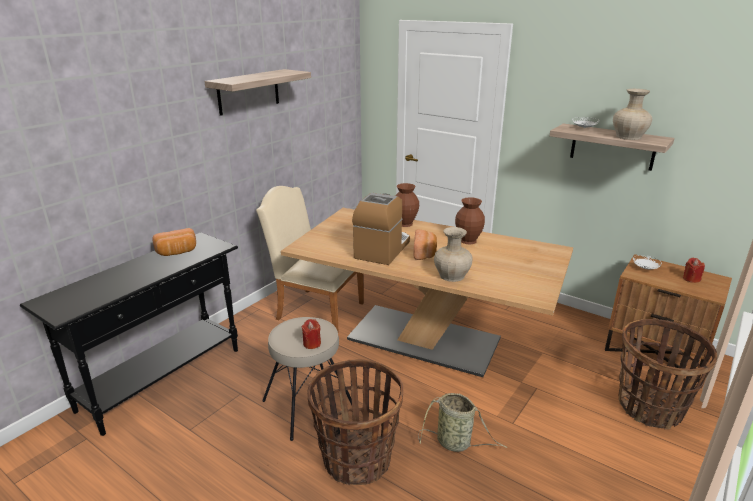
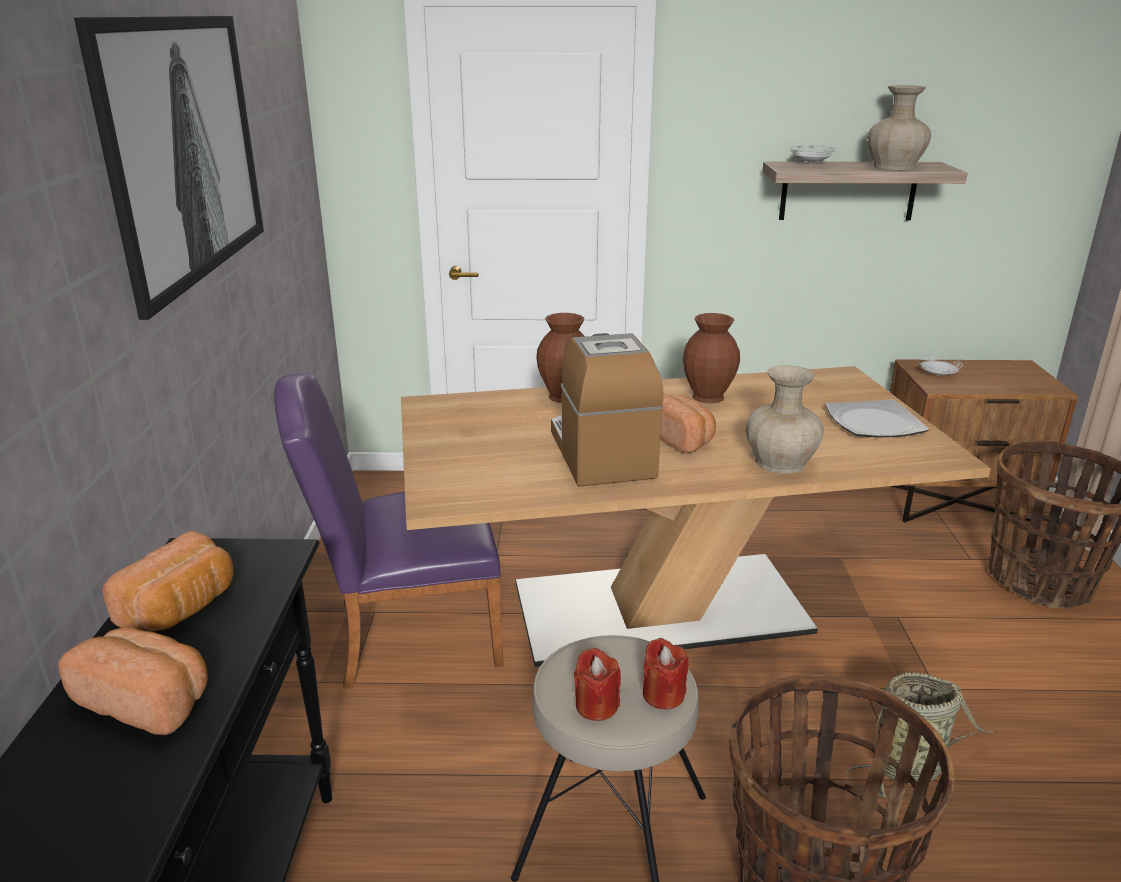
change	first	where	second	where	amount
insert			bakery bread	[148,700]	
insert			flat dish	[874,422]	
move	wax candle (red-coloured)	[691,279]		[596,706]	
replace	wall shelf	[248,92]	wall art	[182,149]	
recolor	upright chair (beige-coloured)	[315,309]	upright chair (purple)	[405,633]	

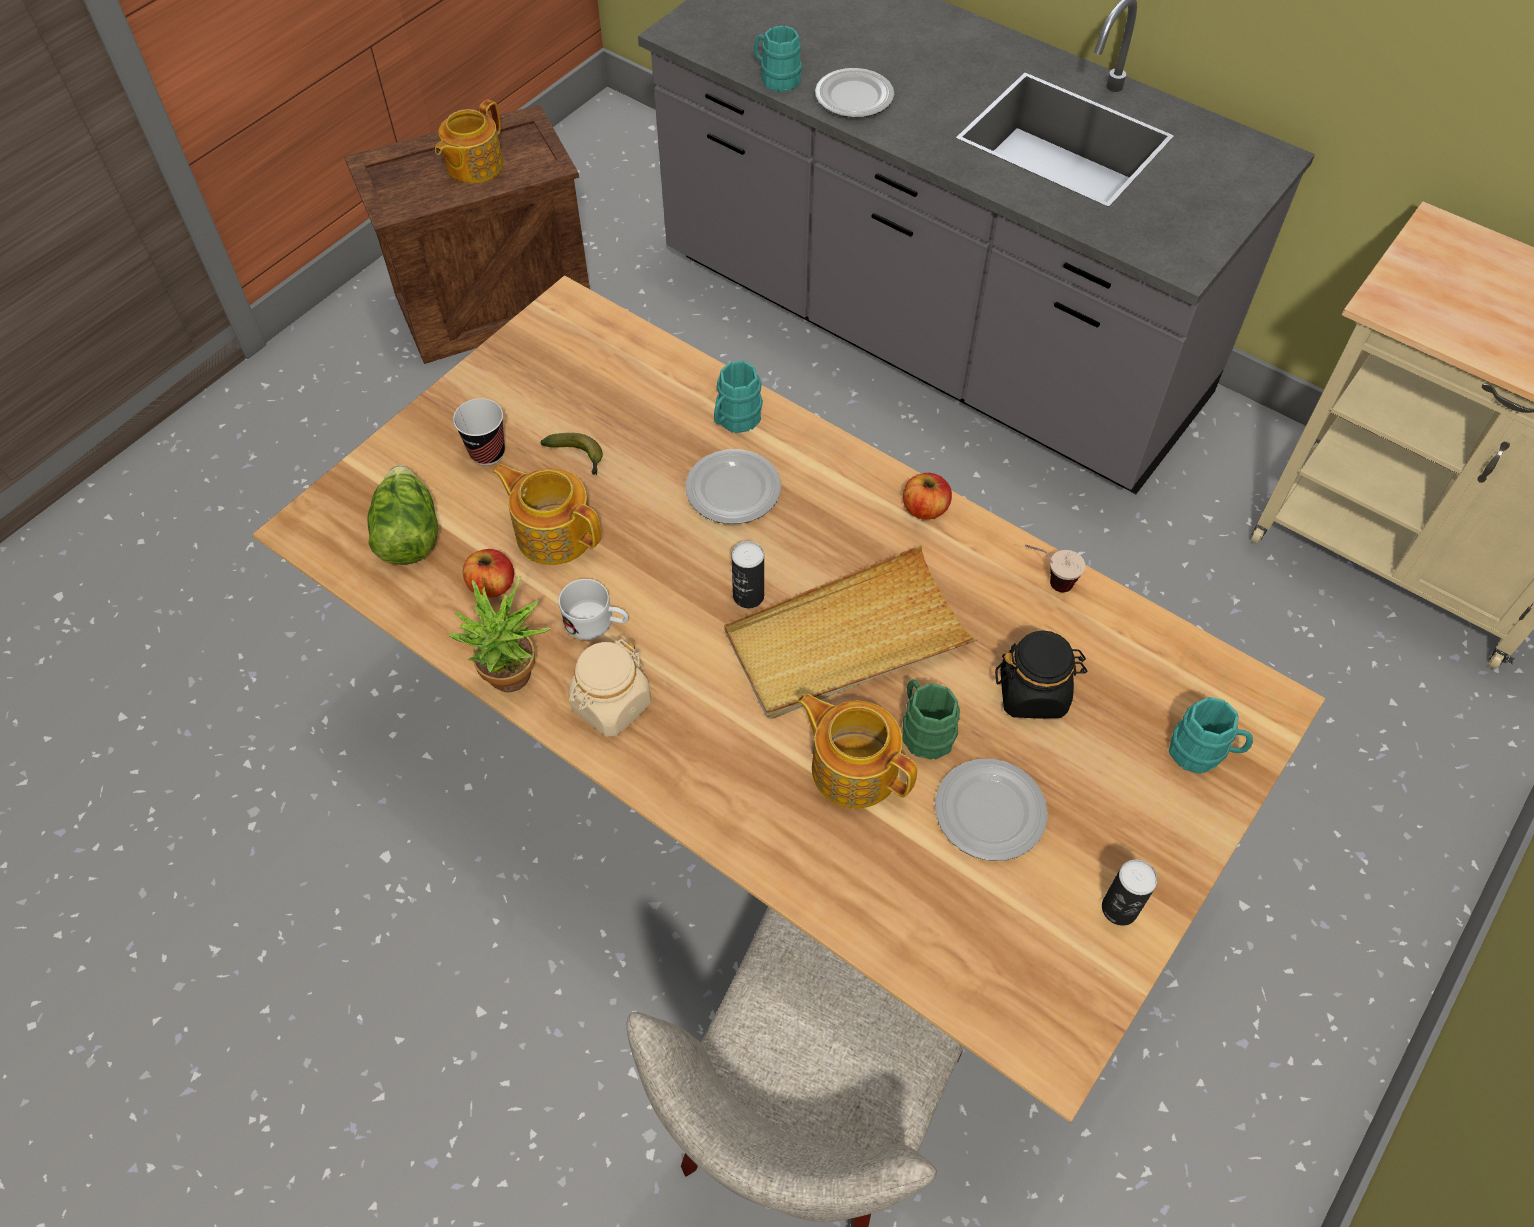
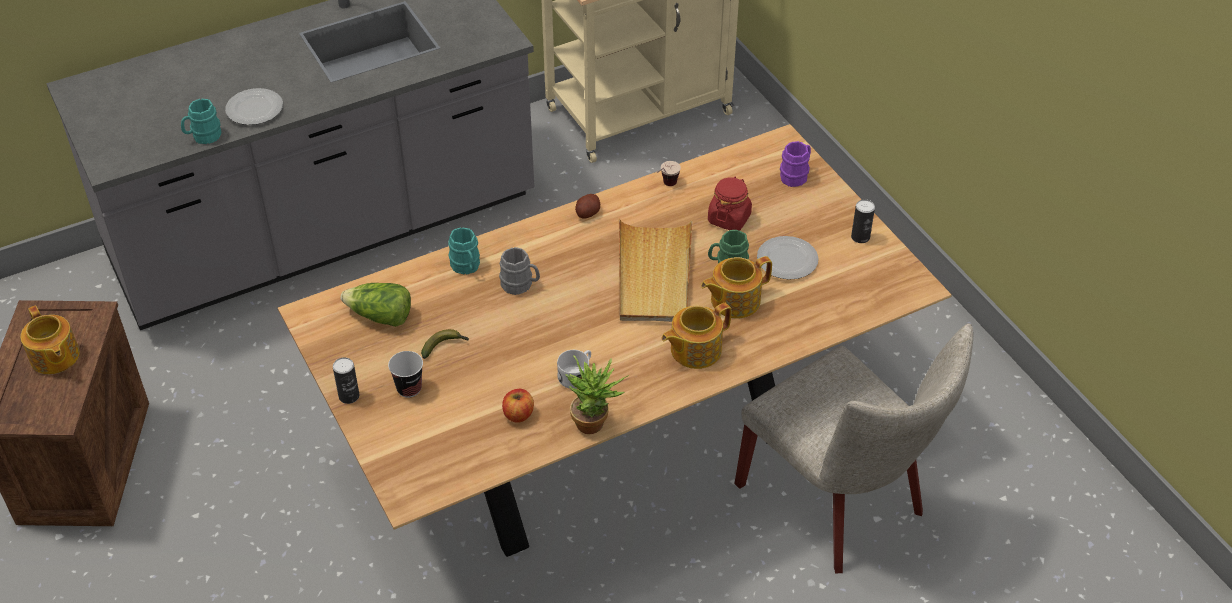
change	first	where	second	where	amount
delete	storage jar (beige-coloured)	[611,705]			
move	lettuce	[407,533]		[380,316]	
move	tea pot	[554,532]		[694,350]	
move	sealed can	[748,596]		[349,396]	
replace	flat dish	[734,491]	coffee mug (grey)	[520,285]	
replace	whole apple	[925,508]	spud	[587,213]	
recolor	storage jar (black-coloured)	[1033,693]	storage jar (red-coloured)	[729,218]	
recolor	coffee mug (blue-green)	[1203,753]	coffee mug (purple)	[796,175]	

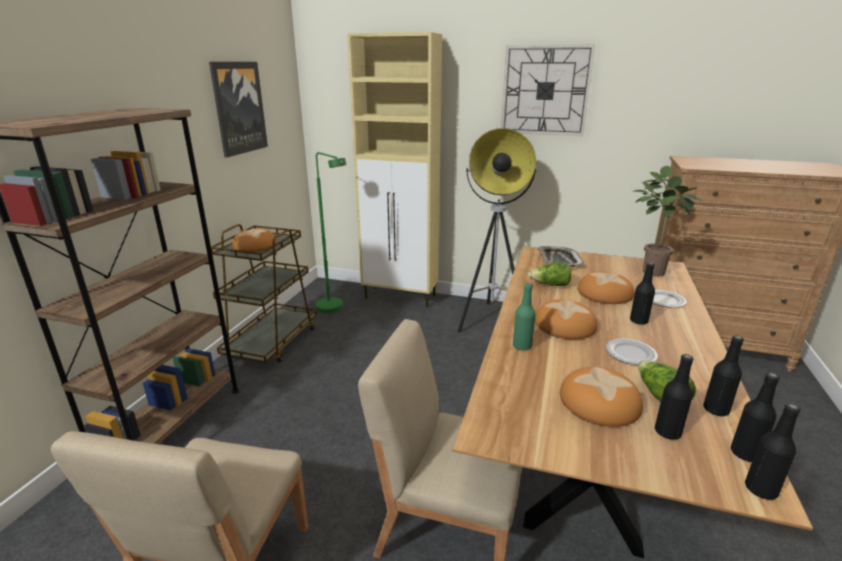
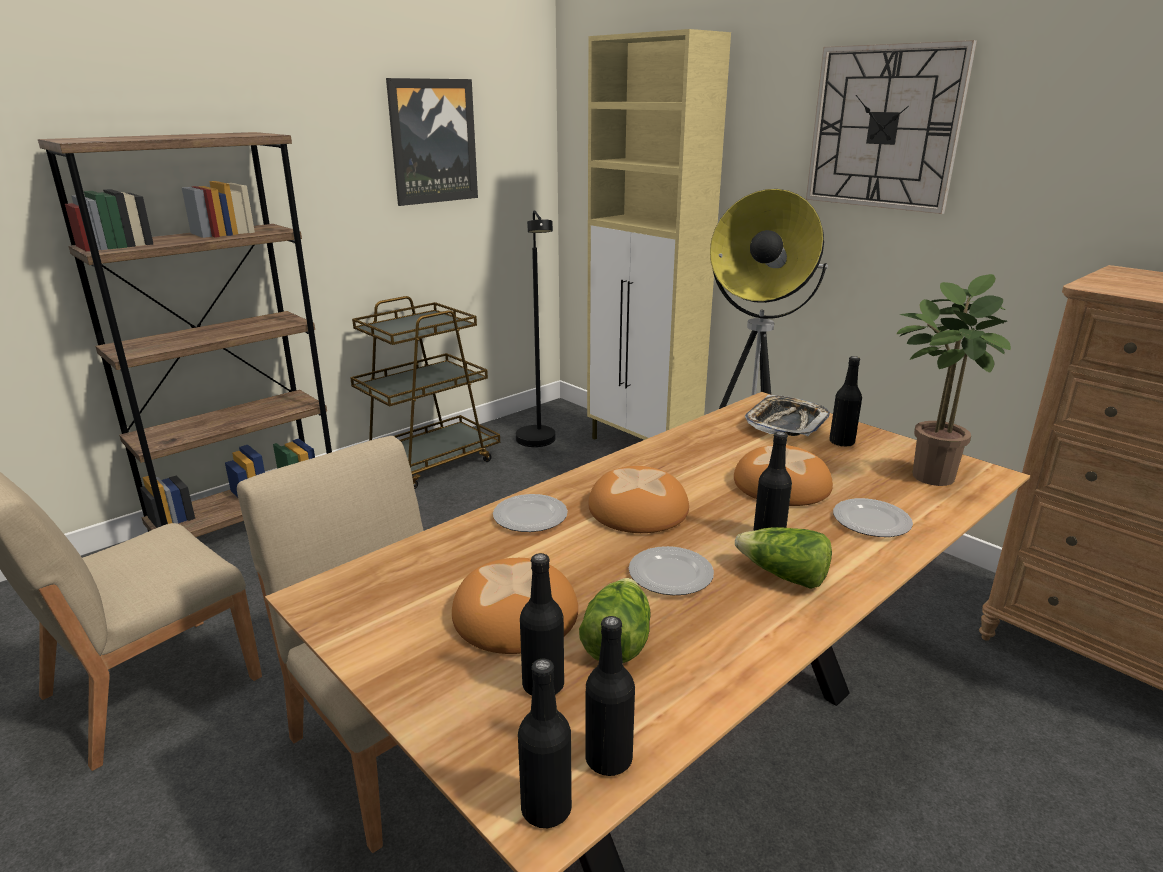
change	first	where	second	where	amount
delete	bakery bread	[254,245]			
move	lettuce	[550,285]		[783,576]	
move	bottle (black-coloured)	[715,410]		[841,442]	
replace	bottle (green-coloured)	[522,346]	flat dish	[531,517]	
recolor	standing lamp (green-coloured)	[334,310]	standing lamp (black-coloured)	[538,443]	

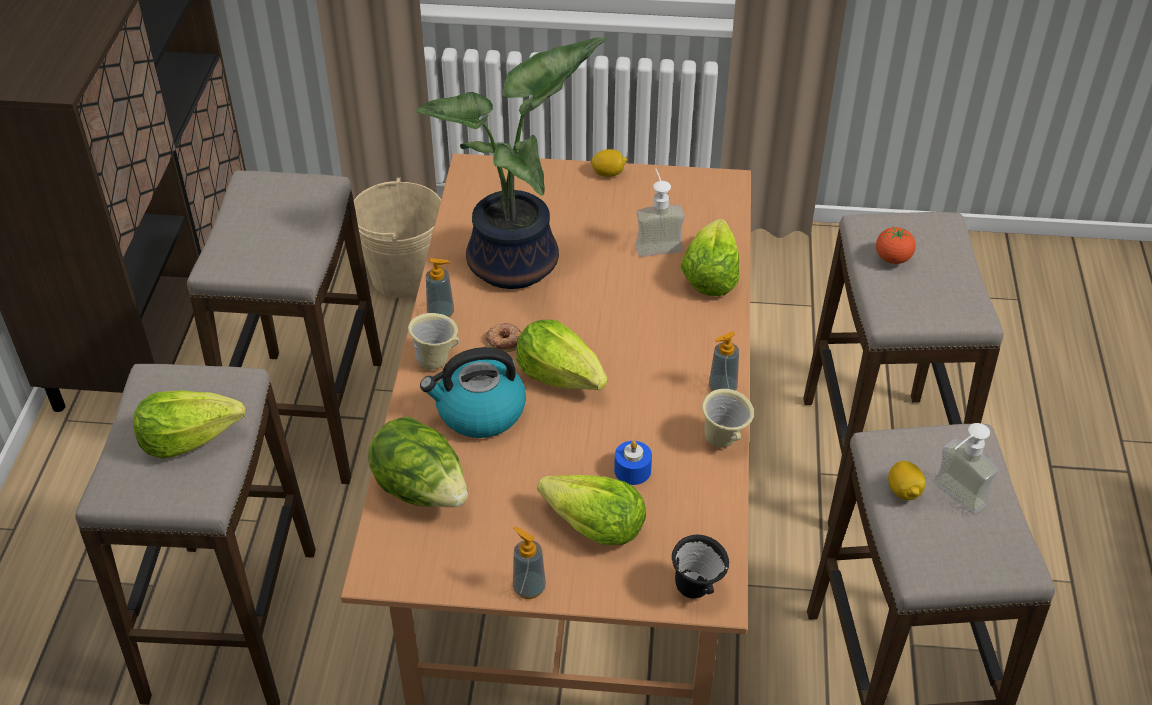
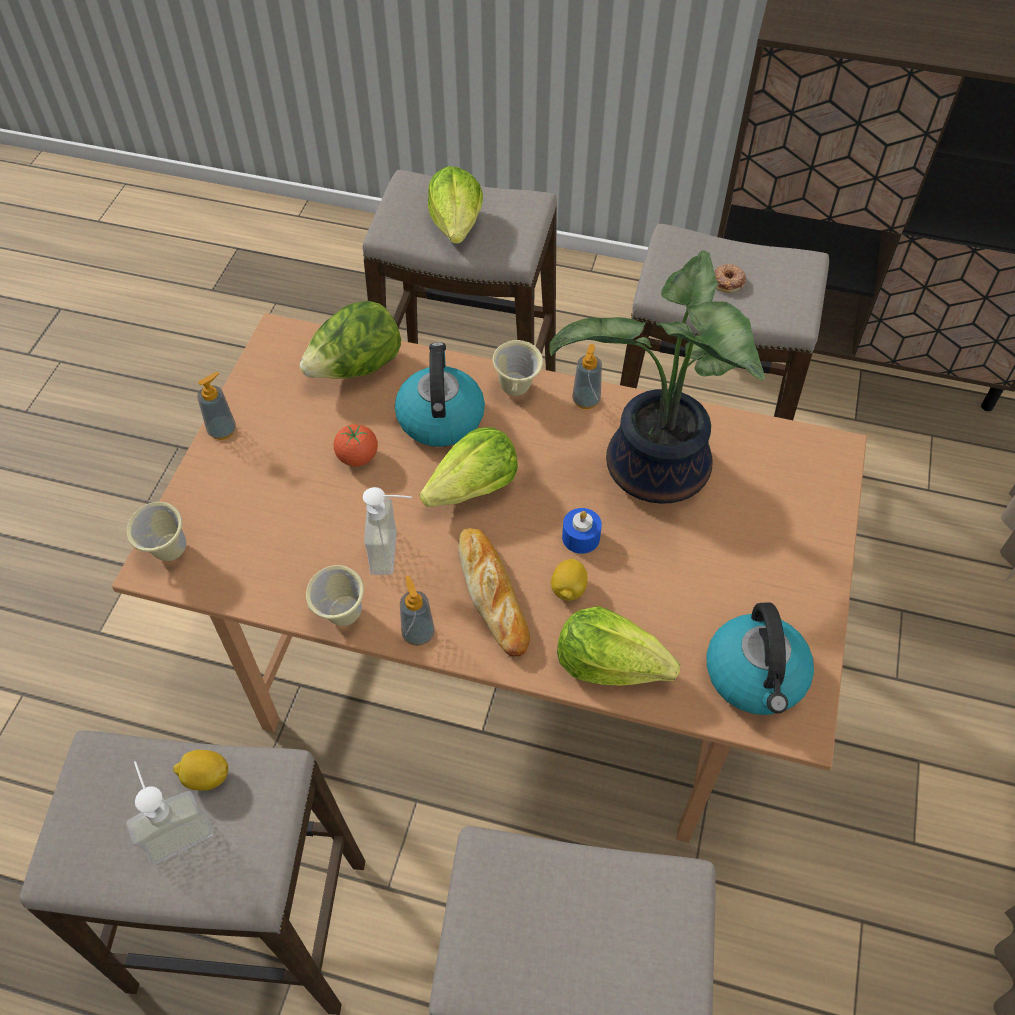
change	first	where	second	where	amount
delete	water bucket (beige-coloured)	[404,275]			
delete	lettuce	[593,527]			
insert			bakery bread	[493,594]	
insert			kettle	[756,676]	
move	ring doughnut	[504,340]		[728,281]	
move	citrus fruit	[608,173]		[568,589]	
move	wax candle (bluish)	[632,470]		[581,537]	
move	liquid soap bottle	[656,243]		[395,552]	
move	whole tomato	[892,259]		[358,457]	
recolor	coffee mug (black-coloured)	[697,590]	coffee mug (beige-coloured)	[167,554]	

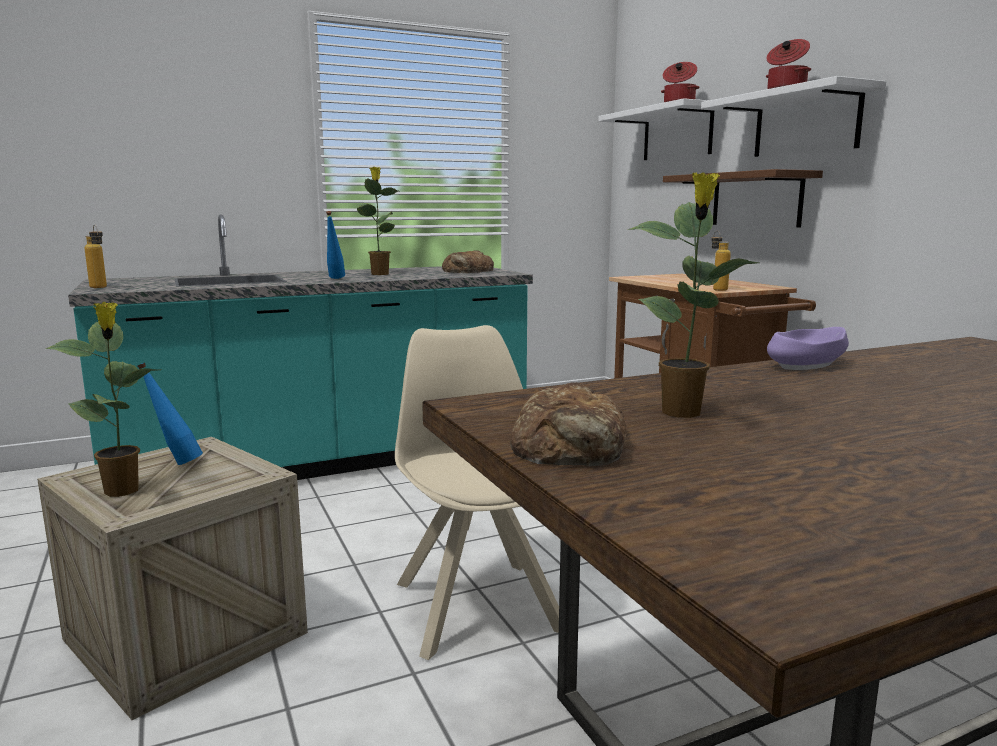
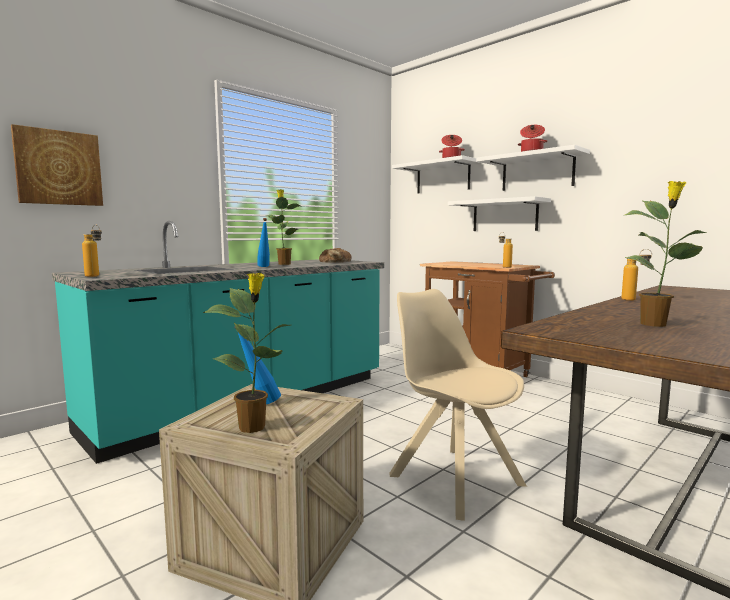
change	first	where	second	where	amount
delete	bakery bread	[572,445]			
insert			wall art	[58,168]	
replace	bowl (purple)	[806,365]	bottle	[634,300]	
recolor	wall shelf (brown-coloured)	[756,200]	wall shelf (whitish)	[504,215]	

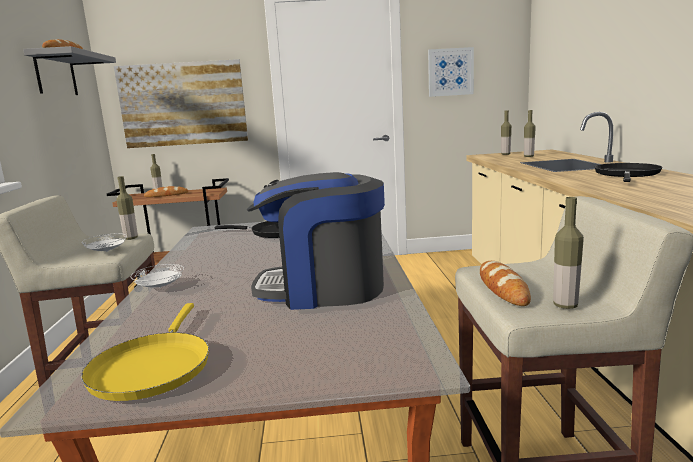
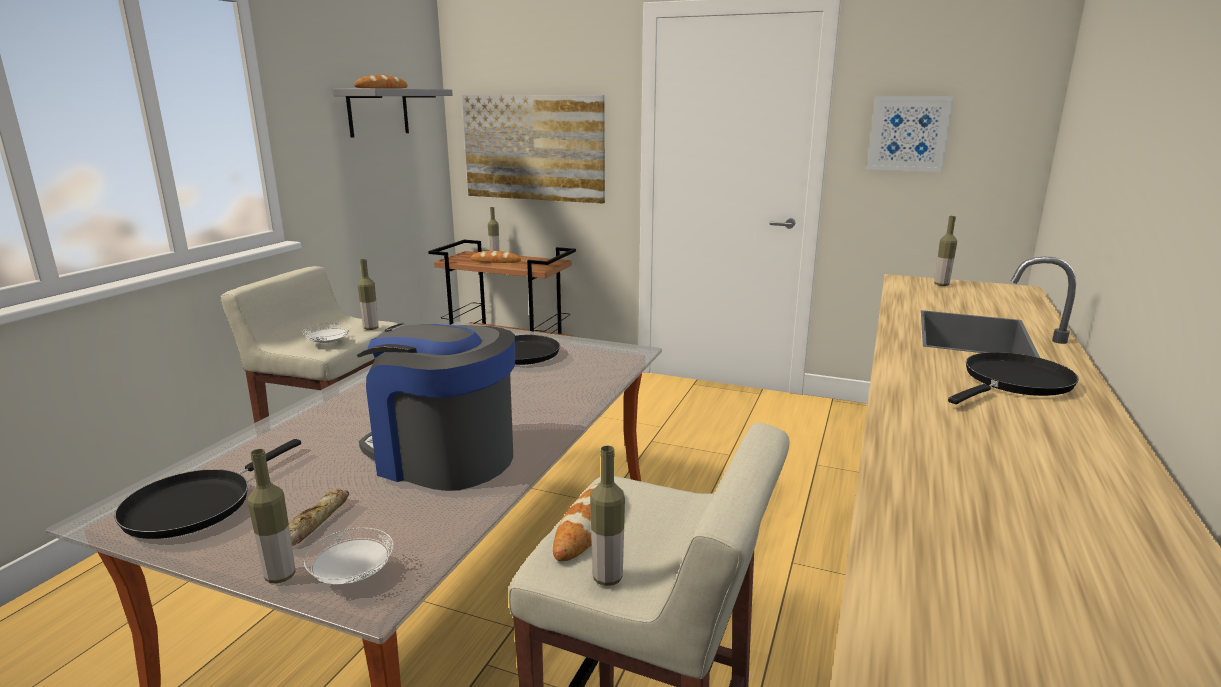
change	first	where	second	where	amount
insert			bakery bread	[314,522]	
move	flat dish (whitish)	[159,287]		[352,575]	
move	bottle	[528,156]		[280,576]	
recolor	pan (yellow)	[153,367]	pan (black-coloured)	[195,505]	

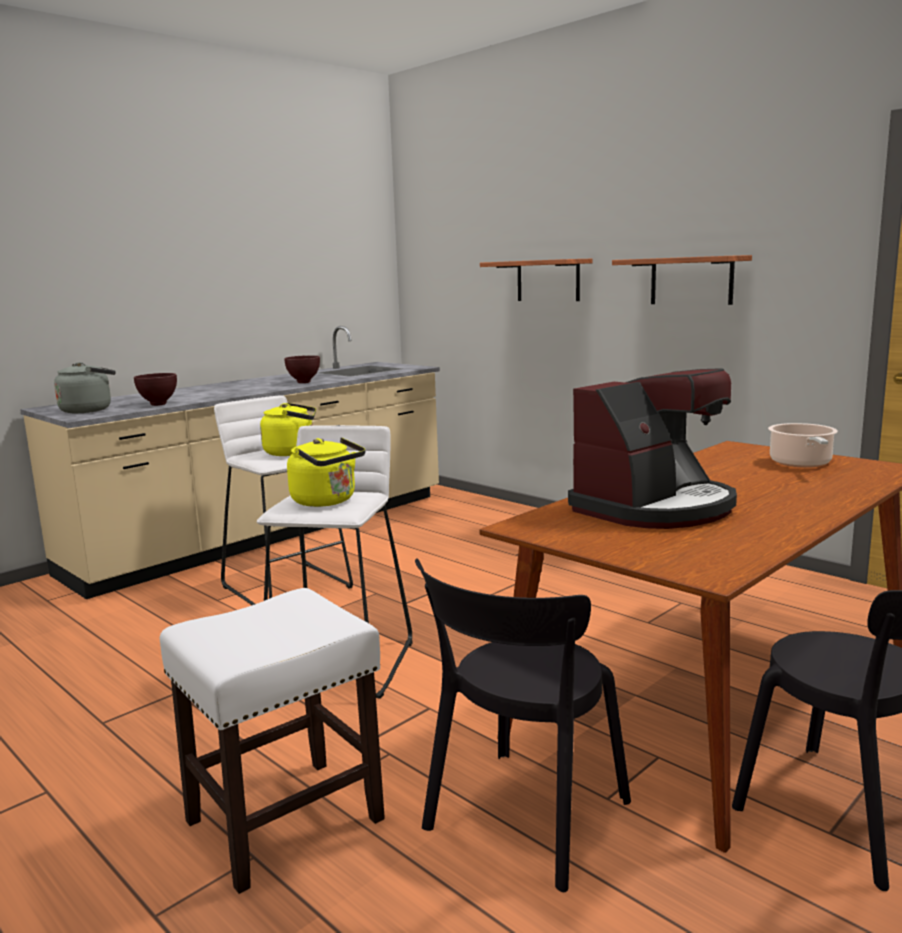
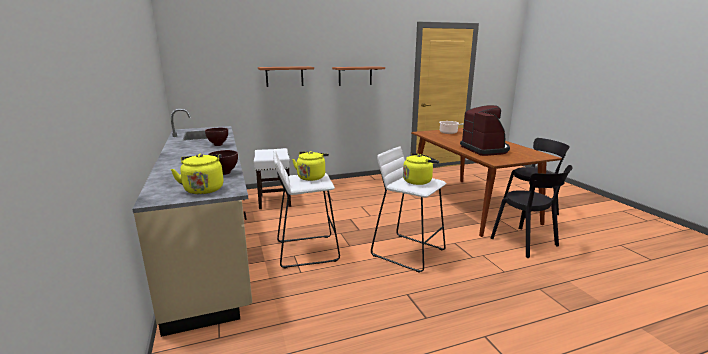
change	first	where	second	where	amount
move	sitting stool (whitish)	[286,819]		[274,200]	
recolor	kettle (grey)	[89,410]	kettle (yellow)	[204,189]	

